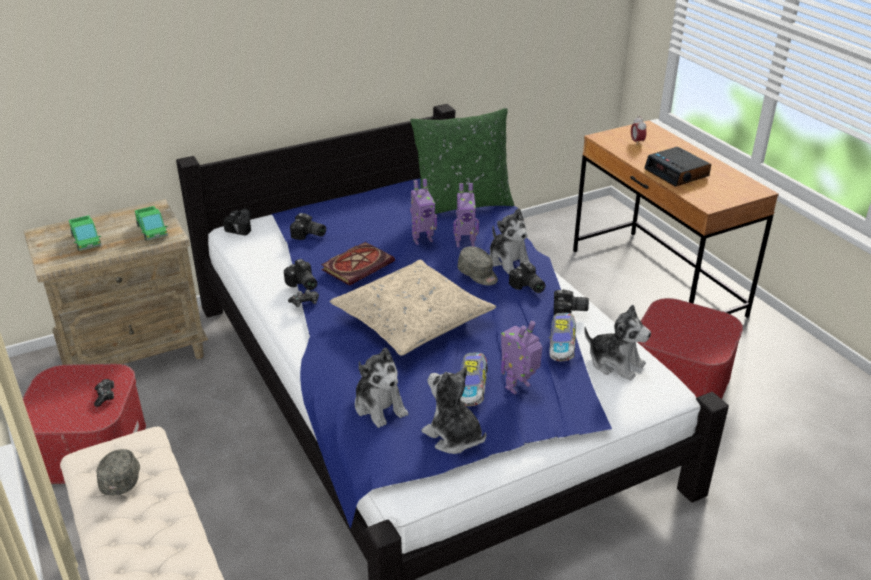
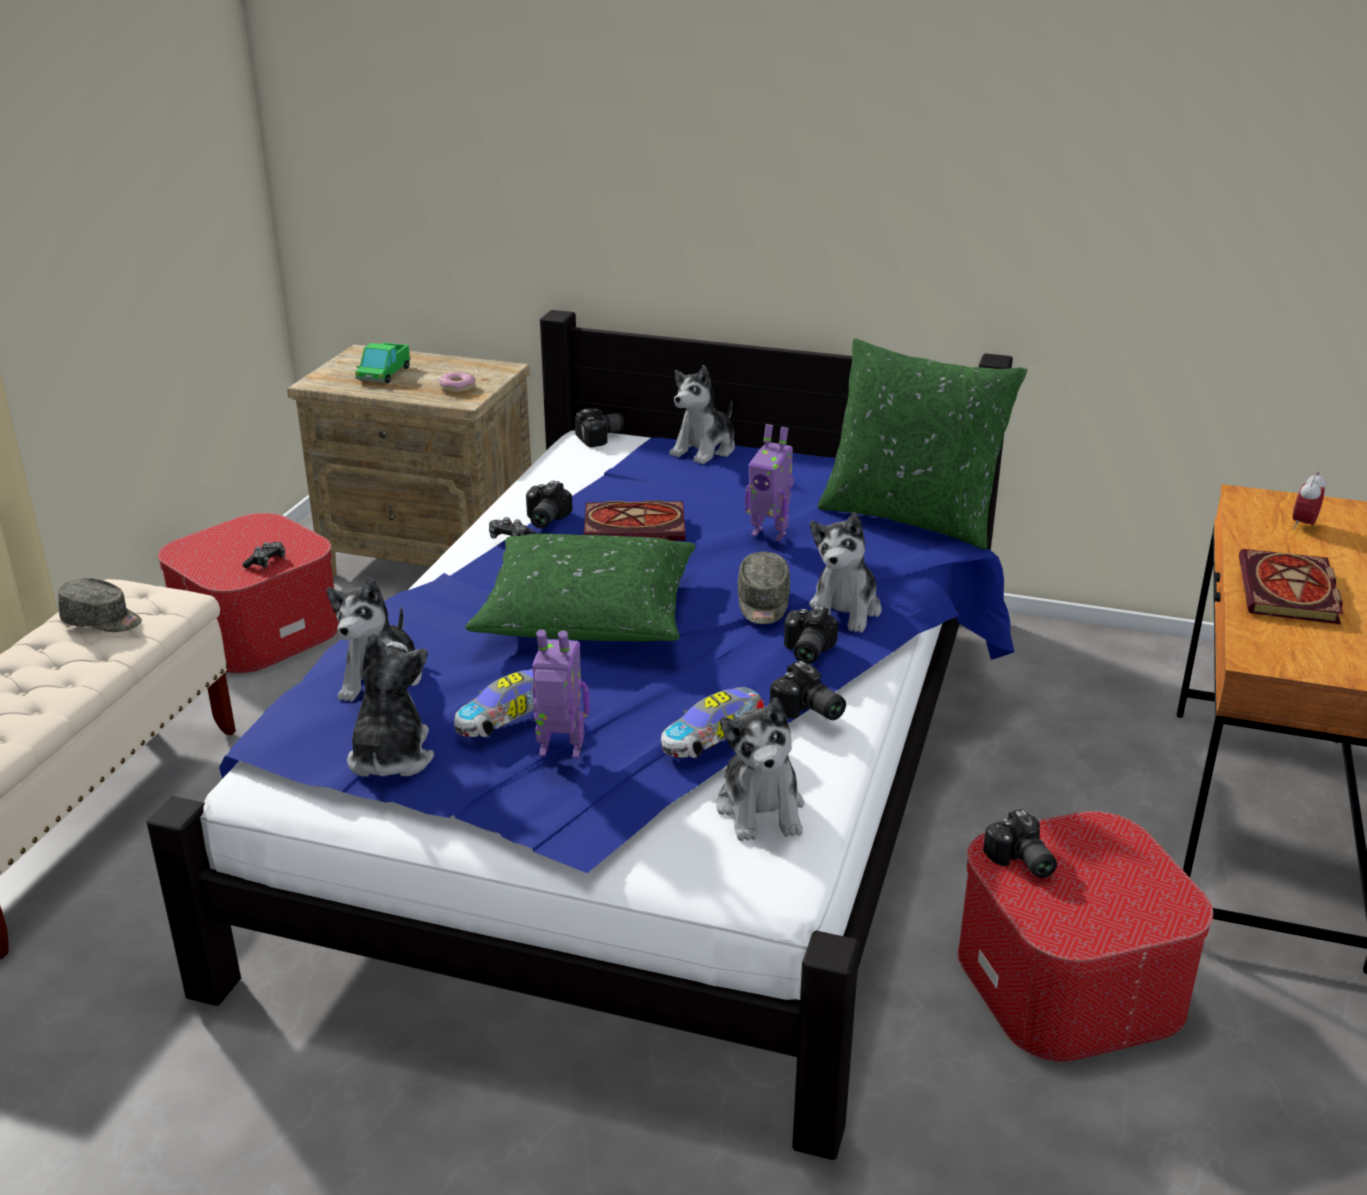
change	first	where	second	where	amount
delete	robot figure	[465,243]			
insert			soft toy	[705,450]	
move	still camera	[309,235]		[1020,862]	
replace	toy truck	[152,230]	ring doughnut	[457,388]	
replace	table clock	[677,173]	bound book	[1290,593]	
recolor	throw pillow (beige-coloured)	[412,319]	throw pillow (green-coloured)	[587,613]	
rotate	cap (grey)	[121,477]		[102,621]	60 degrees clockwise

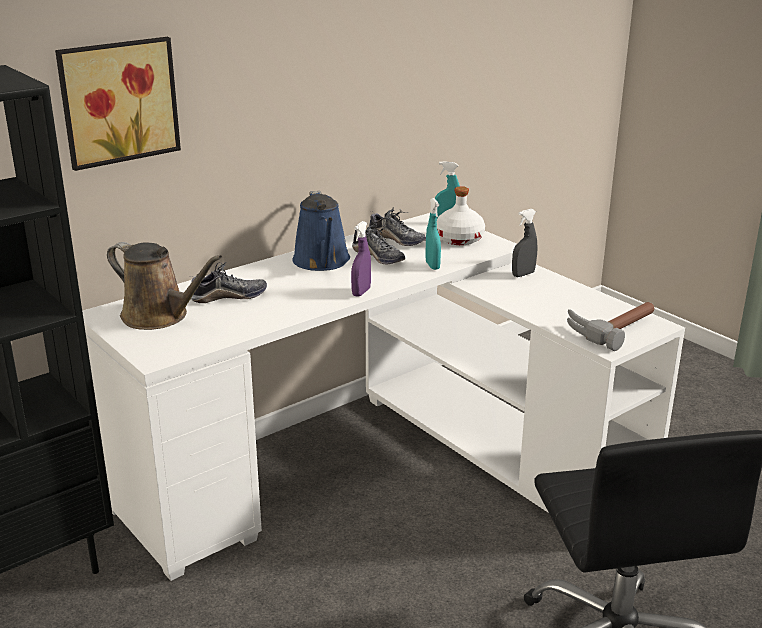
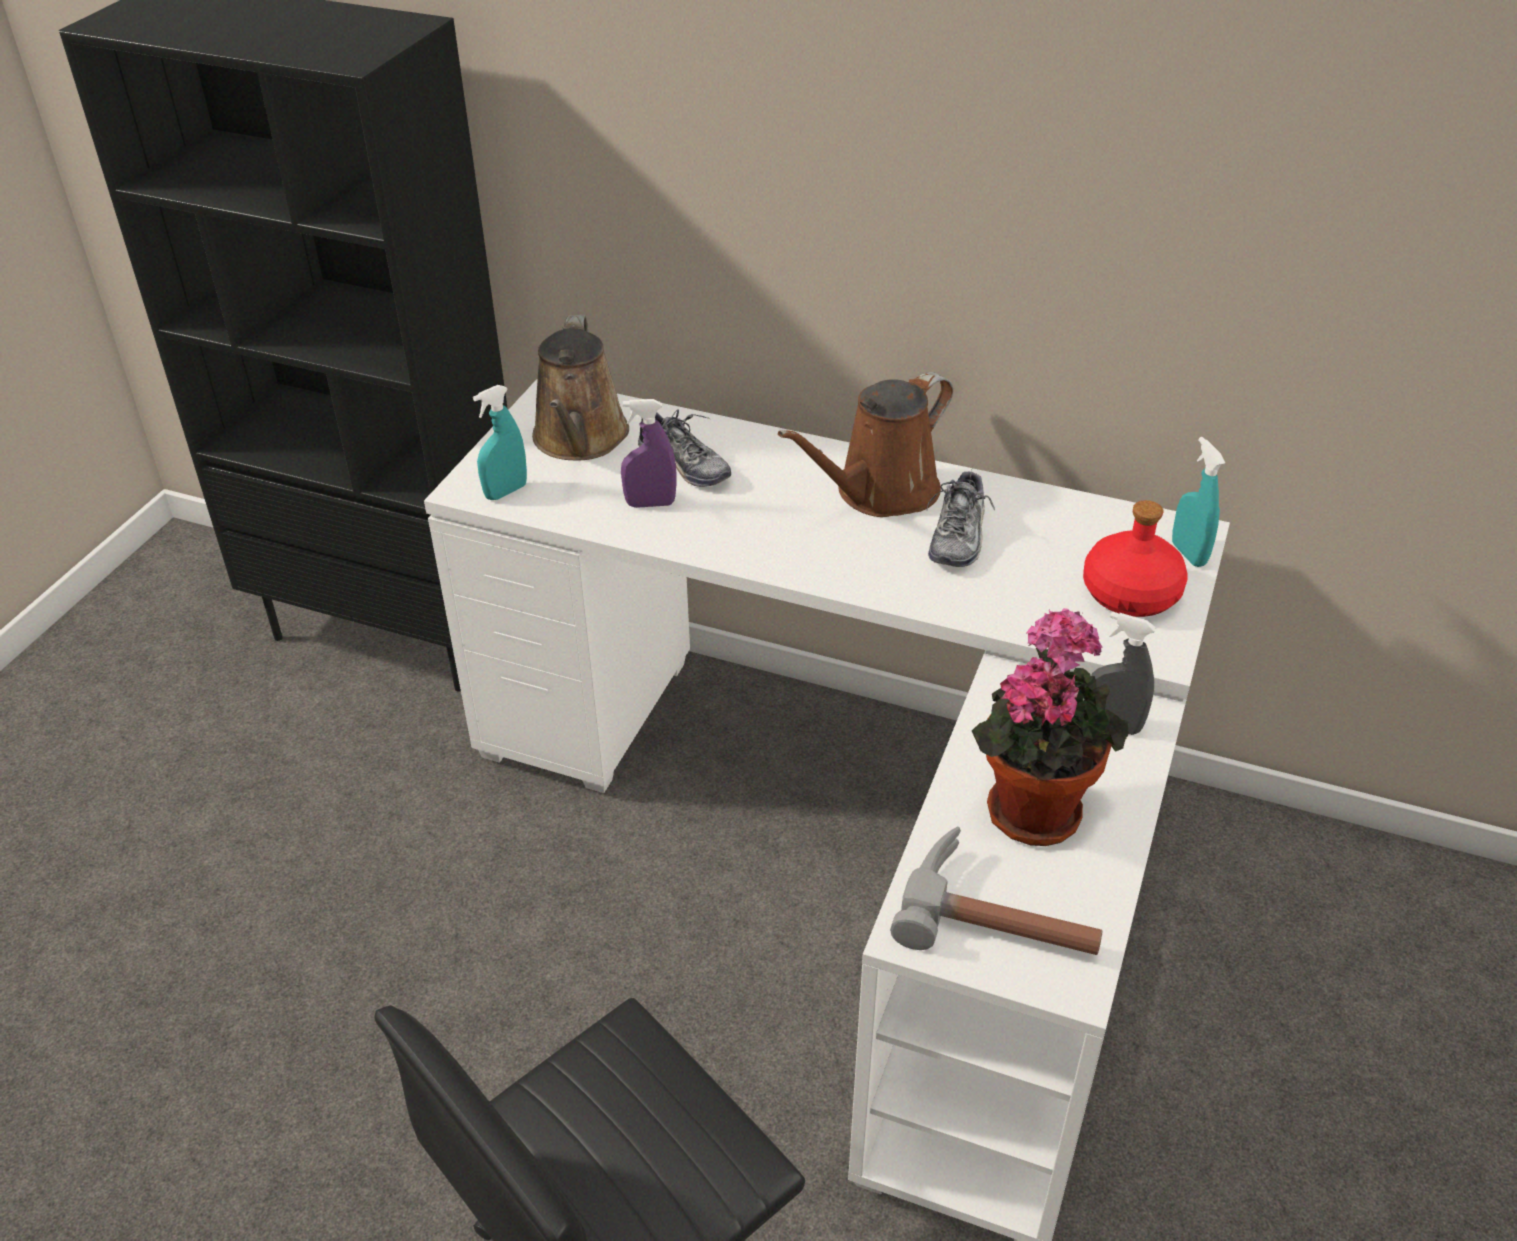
change	first	where	second	where	amount
delete	wall art	[117,101]			
delete	shoe	[396,240]			
insert			potted plant	[1034,805]	
move	spray bottle (purple)	[361,292]		[650,504]	
move	spray bottle (blue-green)	[432,266]		[506,491]	
recolor	sprinkling can (bluish)	[322,262]	sprinkling can (brown-coloured)	[880,493]	
recolor	bottle (whitish)	[460,239]	bottle (red-coloured)	[1131,594]	

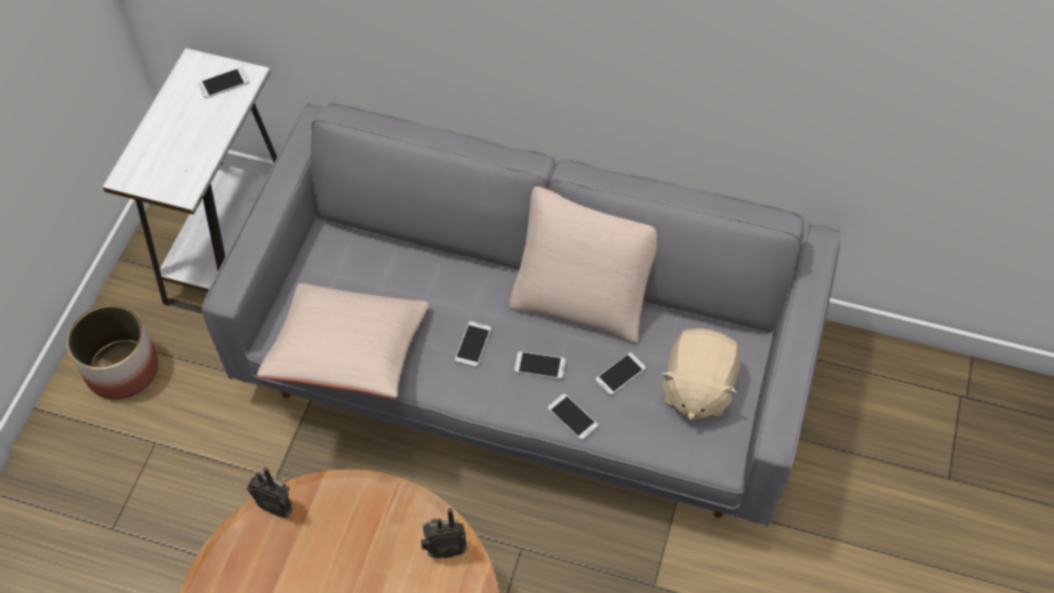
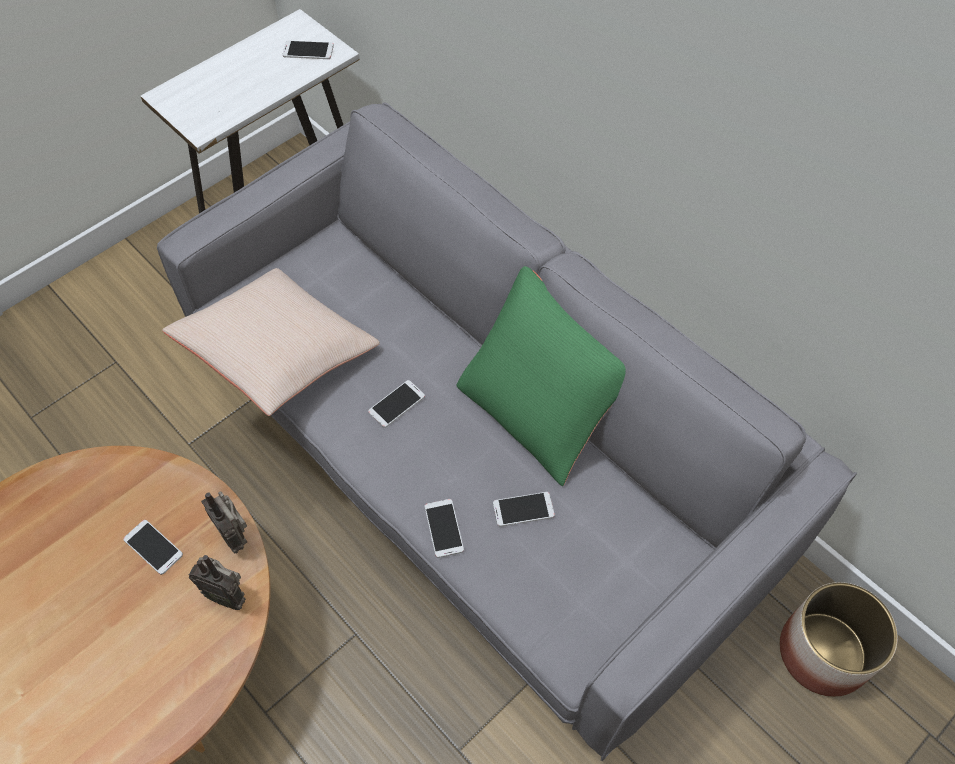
change	first	where	second	where	amount
delete	soft toy (beige-coloured)	[697,388]			
move	plant pot	[122,368]		[823,651]	
move	radio	[276,506]		[235,535]	
move	phone	[539,365]		[153,547]	
recolor	throw pillow (beige-coloured)	[584,295]	throw pillow (green-coloured)	[540,409]	

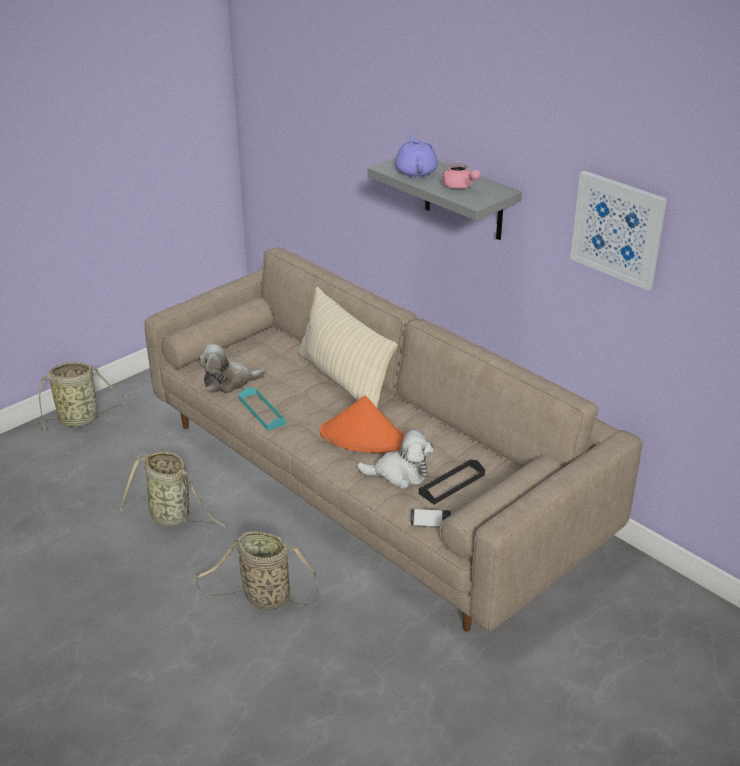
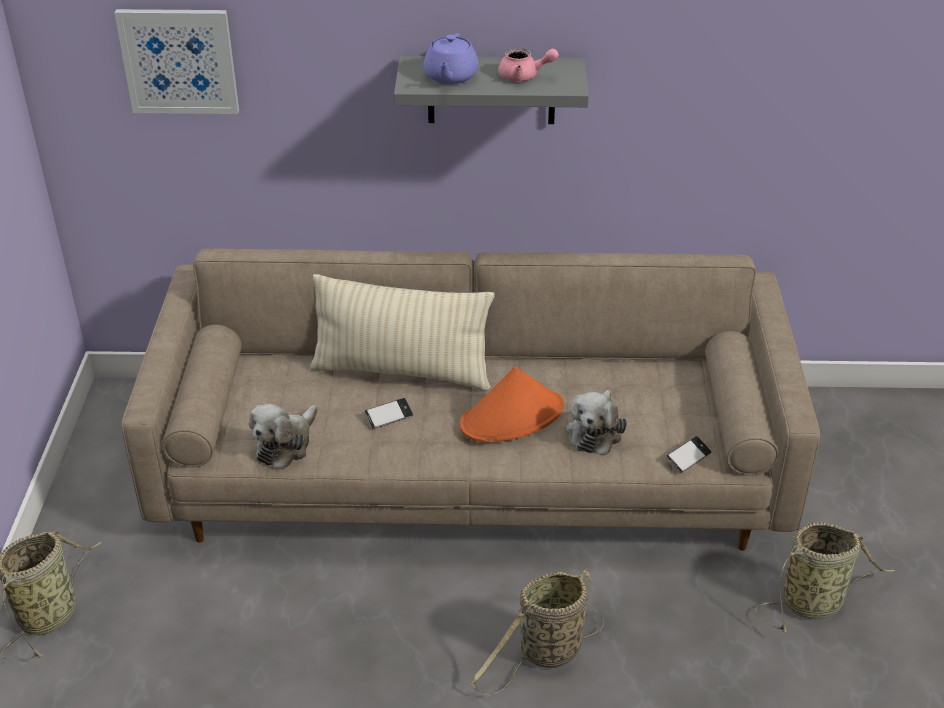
change	first	where	second	where	amount
delete	serving tray (blue-green)	[262,411]			
delete	serving tray (black-coloured)	[452,484]			
insert			phone	[388,416]	
move	storage basket	[173,517]		[815,602]	
move	wall art	[618,229]		[179,61]	
rotate	soft toy	[399,473]		[595,431]	150 degrees clockwise
rotate	tea pot (purple)	[416,171]		[450,77]	120 degrees counterclockwise

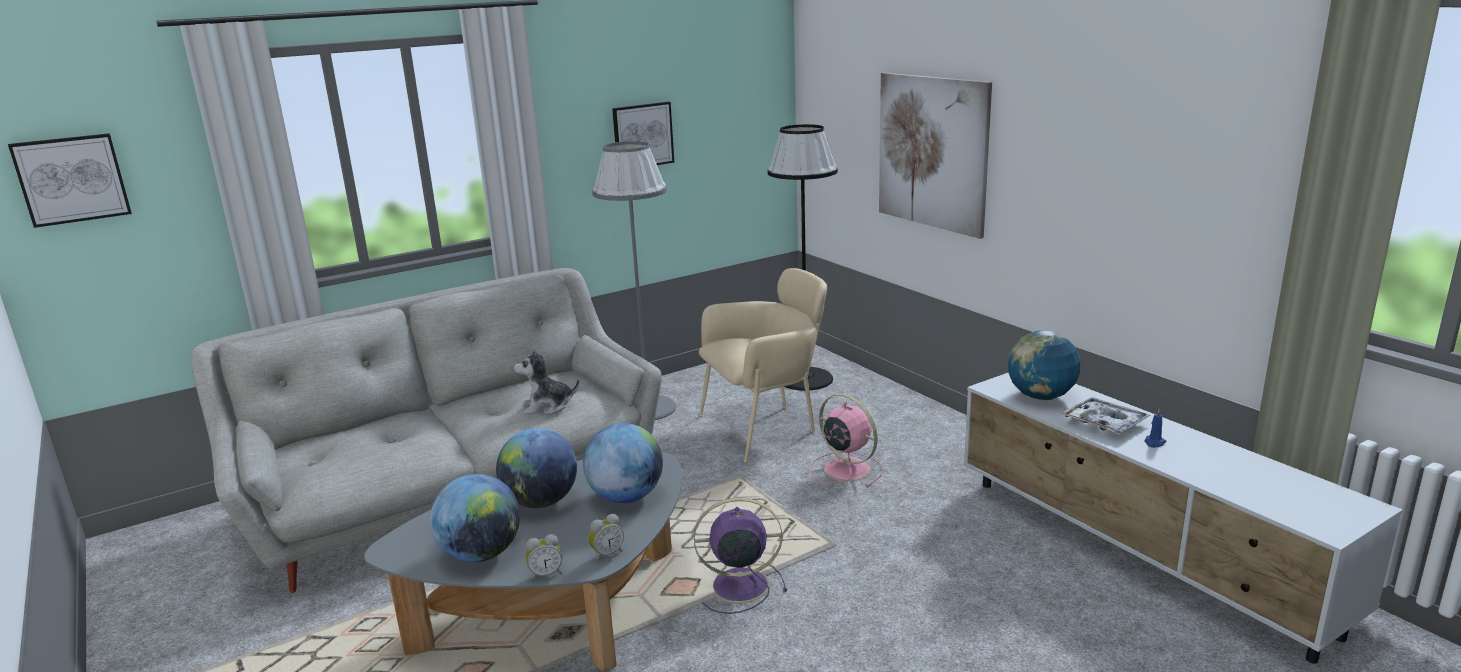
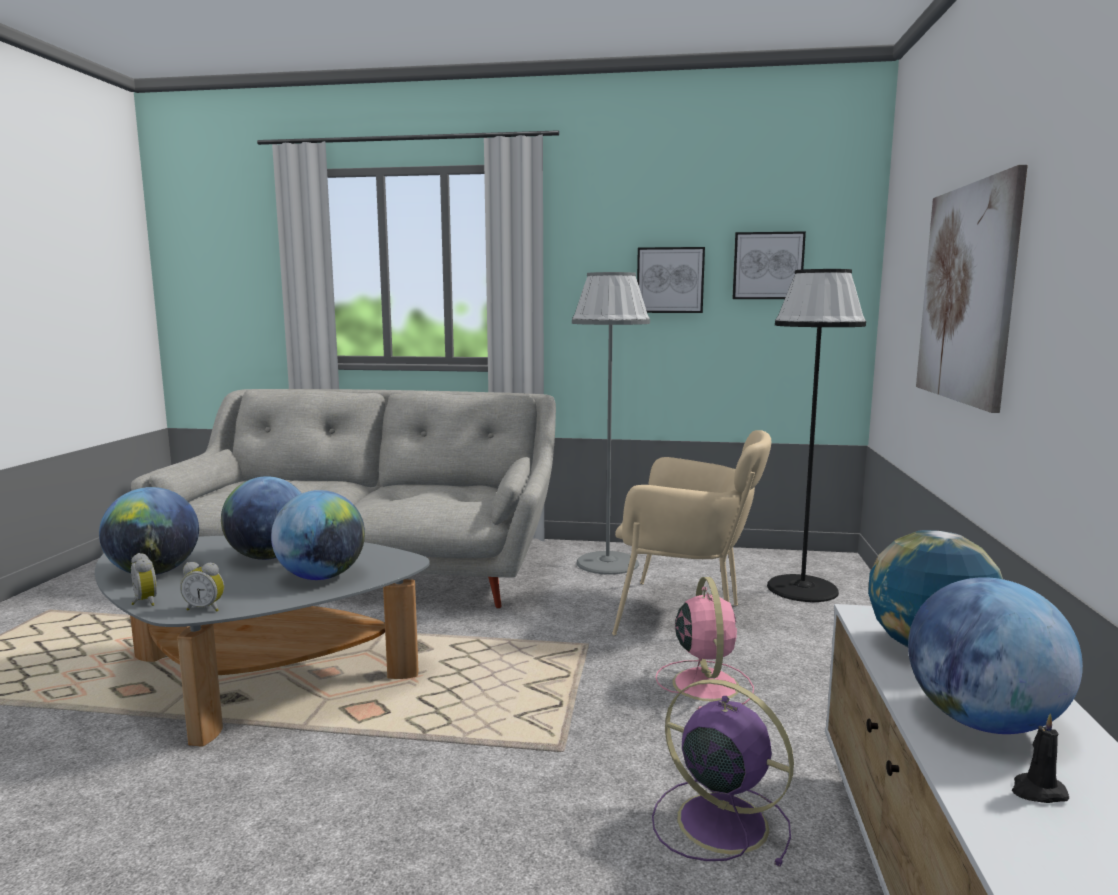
change	first	where	second	where	amount
delete	soft toy	[547,406]			
move	wall art	[72,179]		[768,266]	
move	cooling fan (purple)	[737,586]		[718,821]	
replace	serving tray	[1104,423]	desk globe	[982,722]	
recolor	wax candle (bluish)	[1154,443]	wax candle (black-coloured)	[1037,791]	
rotate	table clock	[546,574]		[143,602]	150 degrees counterclockwise

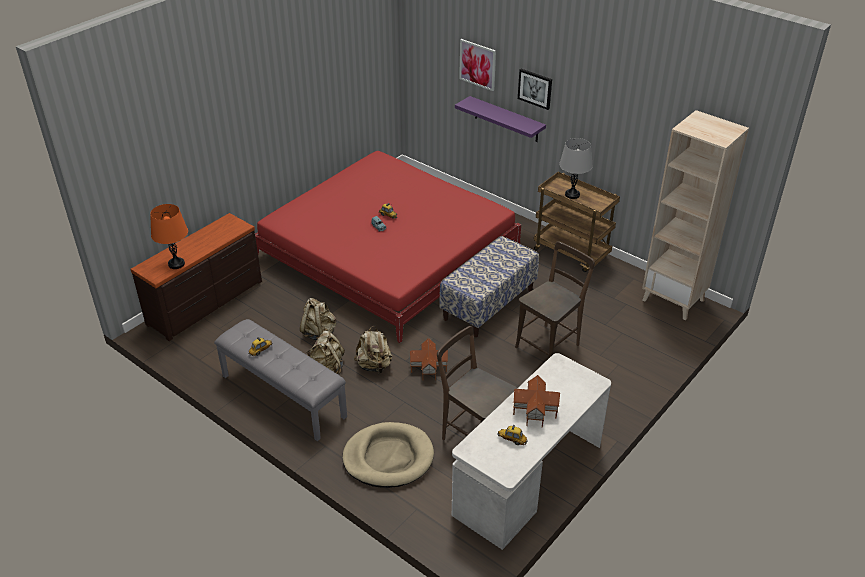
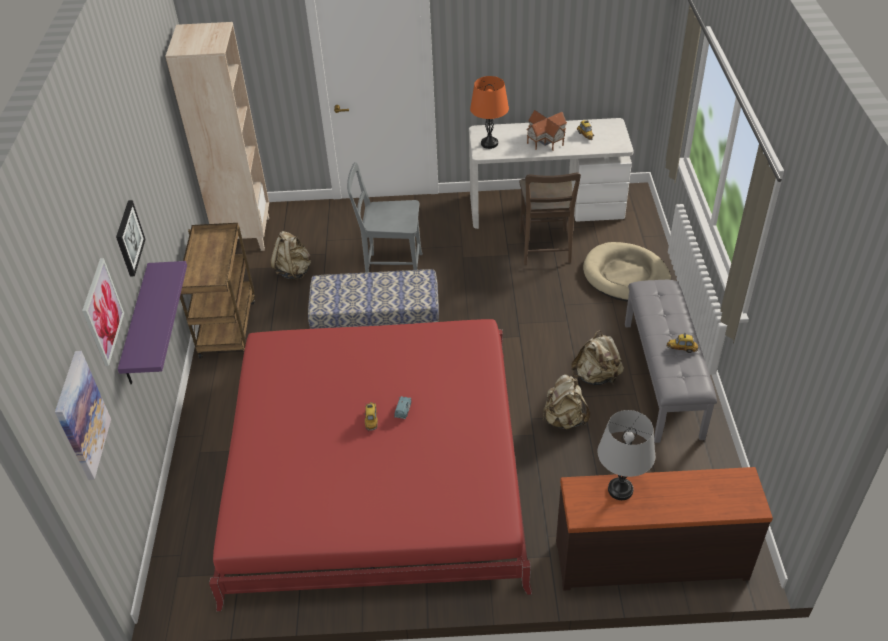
change	first	where	second	where	amount
delete	miniature house	[428,368]			
insert			wall art	[81,416]	
move	tabletop lamp (orange-coloured)	[176,264]		[489,143]	
move	rucksack (beige-coloured)	[374,366]		[294,271]	
move	tabletop lamp (grey)	[572,195]		[620,490]	
recolor	upright chair (brown-coloured)	[550,344]	upright chair (grey)	[390,269]	

